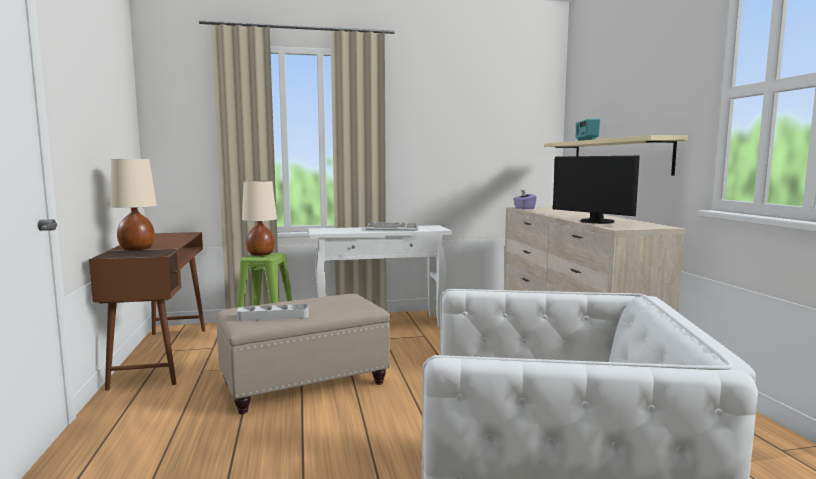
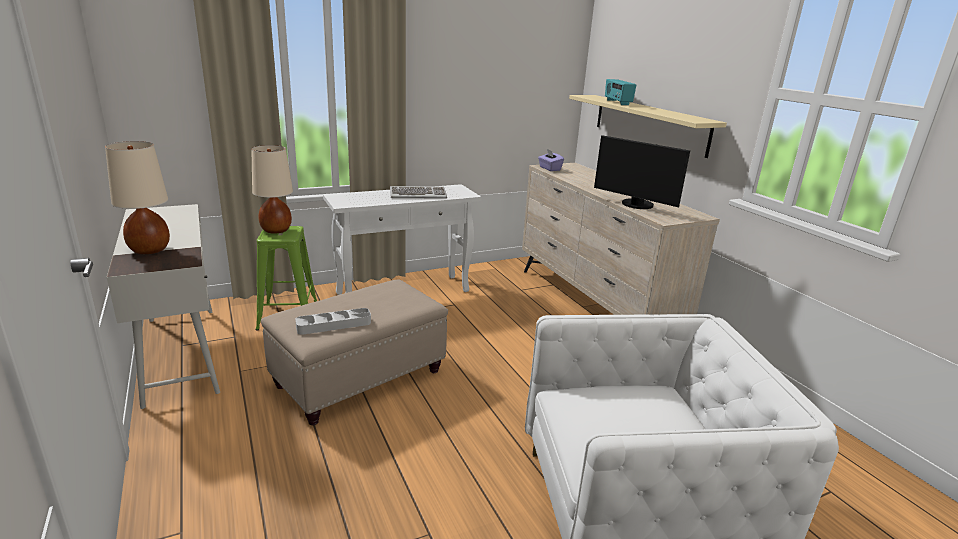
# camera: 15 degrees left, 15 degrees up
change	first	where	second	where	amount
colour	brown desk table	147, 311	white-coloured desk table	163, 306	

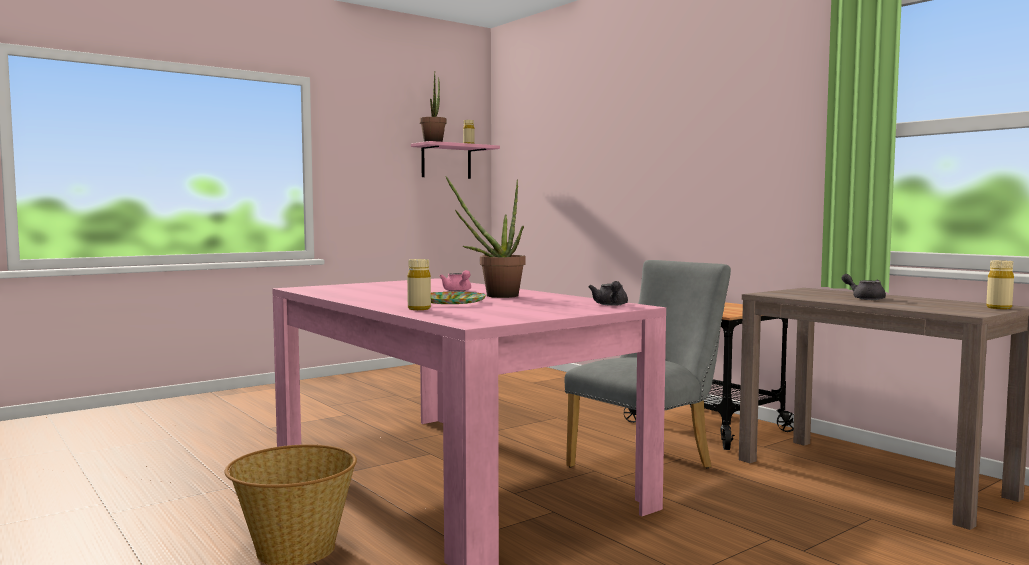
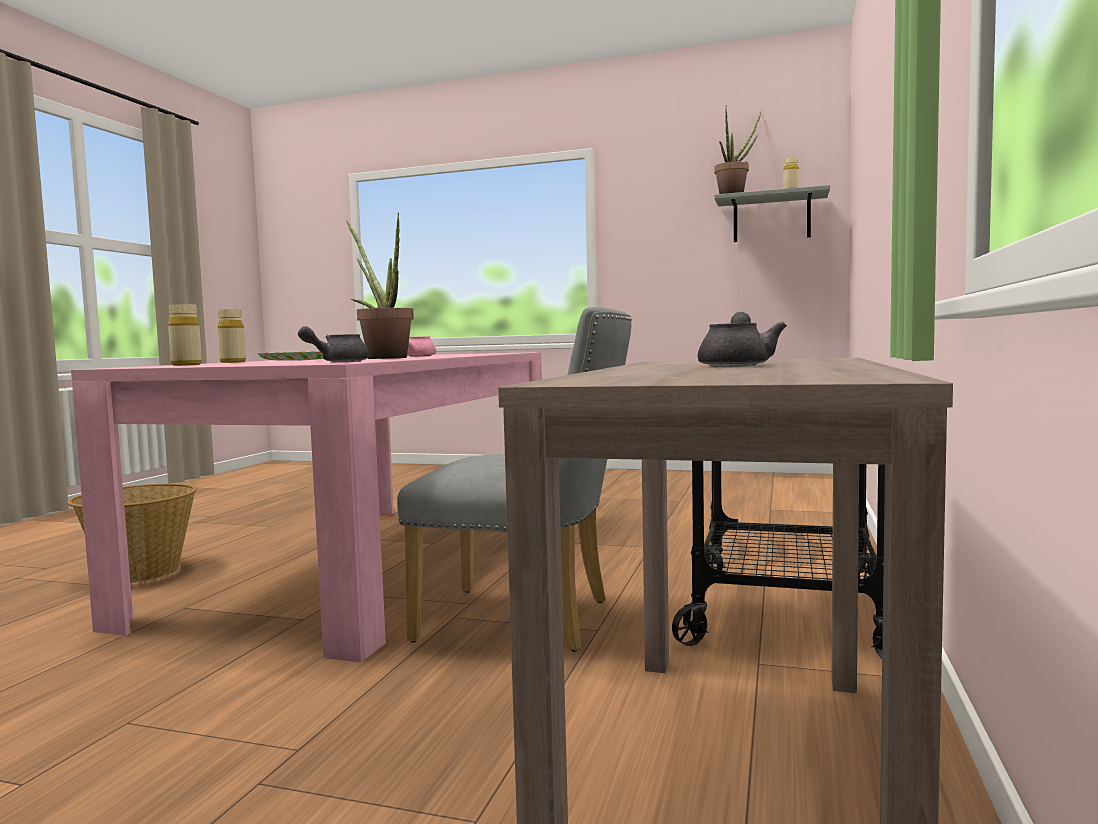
# camera: 55 degrees right, 0 degrees up
change	first	where	second	where	amount
relocated	beige beverage bottle	1000, 284		185, 335	
colour	pink-coloured shelf	455, 160	greyish shelf	772, 213	

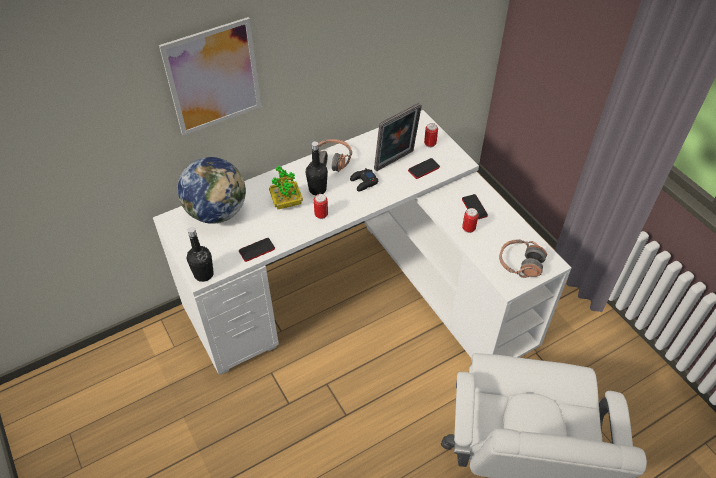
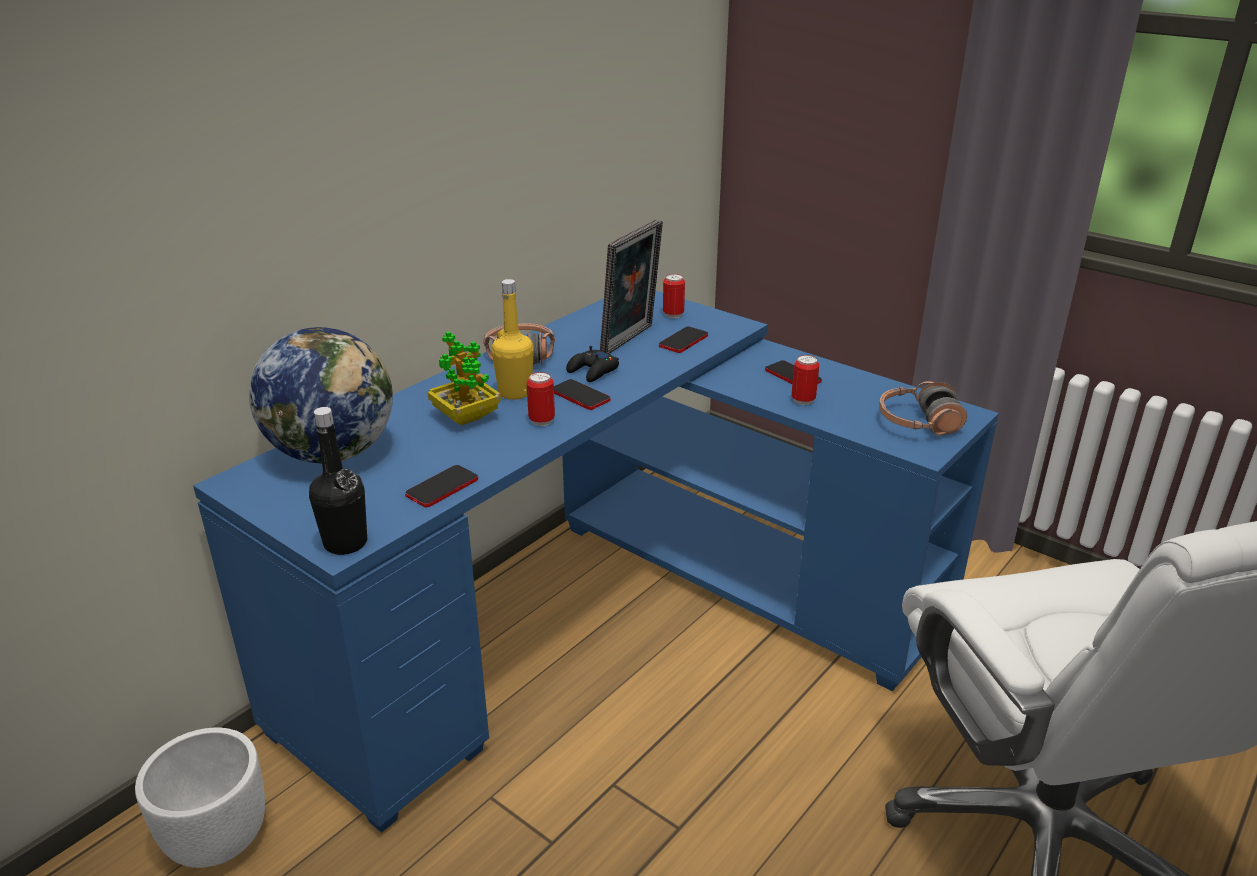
# camera: 20 degrees left, 20 degrees down
change	first	where	second	where	amount
missing	picture	210, 76			
appeared			white-coloured plant pot	200, 798	
appeared			handset	582, 394	
colour	white-coloured desk table	362, 242	blue desk table	596, 561	
colour	black beverage bottle	317, 168	yellowish beverage bottle	512, 339	

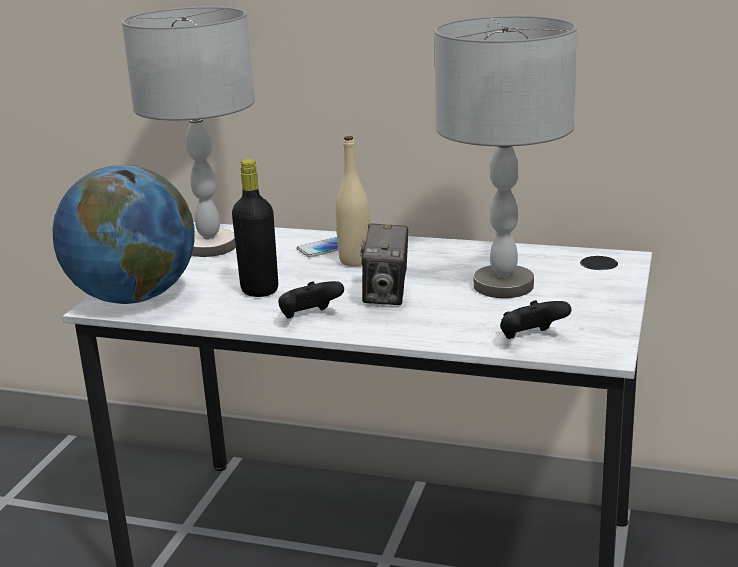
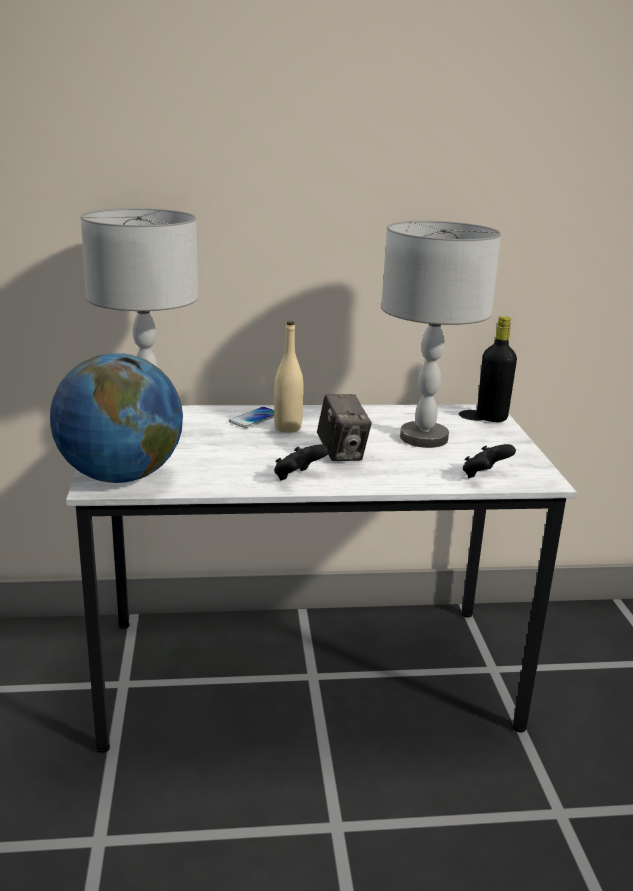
# camera: 25 degrees left, 0 degrees up
change	first	where	second	where	amount
relocated	black beverage bottle	255, 228		497, 369	

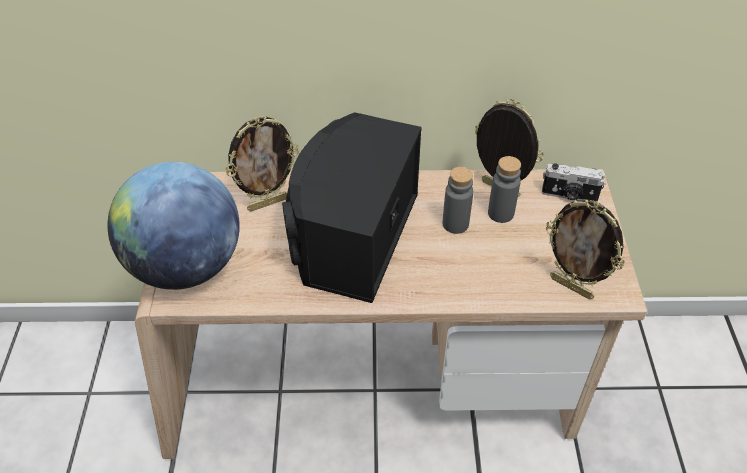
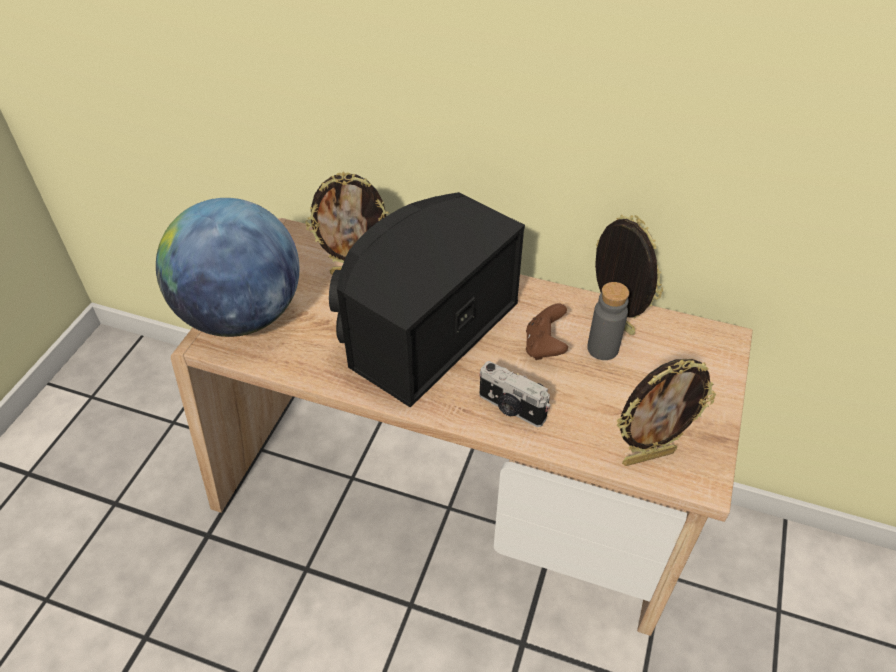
# camera: 20 degrees right, 0 degrees up
change	first	where	second	where	amount
relocated	photo camera	574, 182		514, 394	
exchanged	greyish beverage bottle	458, 200	brown game controller	547, 331	
spun	photo frame	585, 249		666, 412	75 degrees counterclockwise

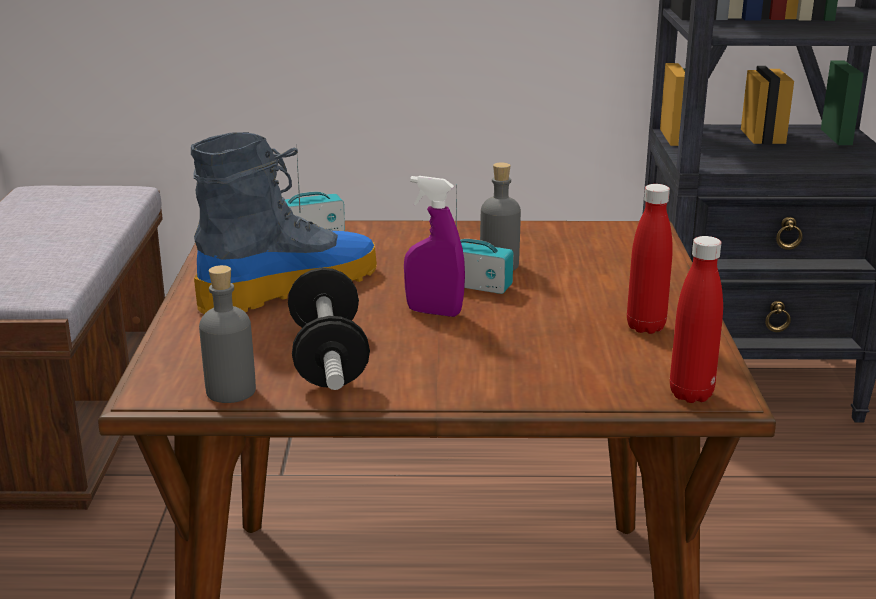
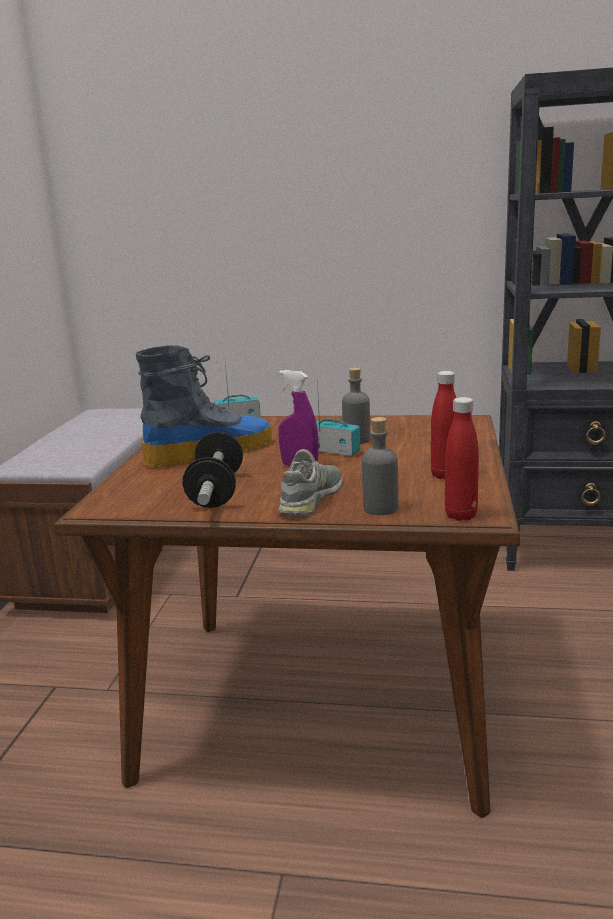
# camera: 10 degrees right, 5 degrees down
change	first	where	second	where	amount
appeared			greyish shoe	310, 482	
relocated	greyish beverage bottle	227, 334		380, 466	

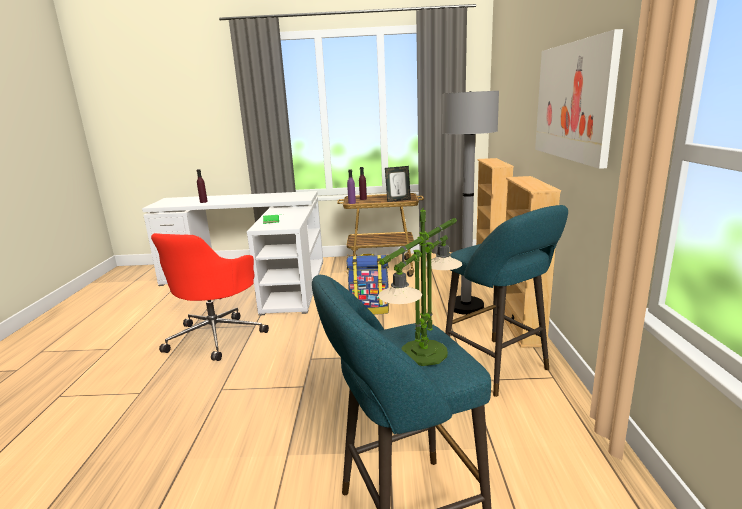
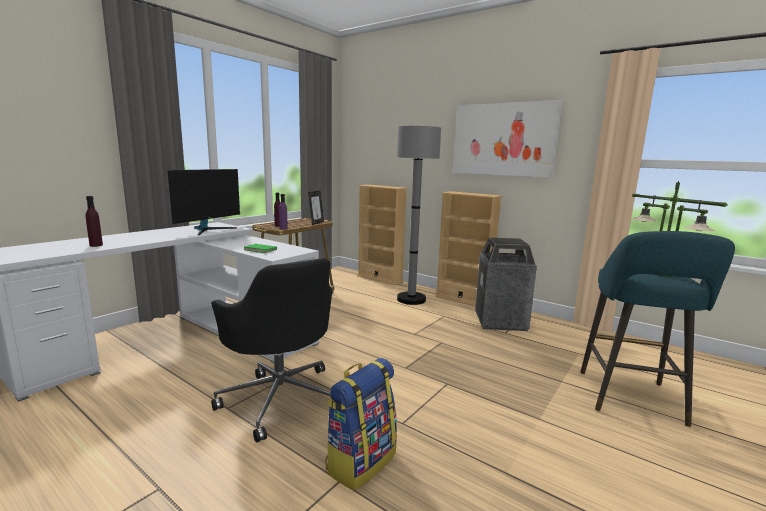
# camera: 55 degrees left, 5 degrees down
change	first	where	second	where	amount
appeared			monitor	203, 202	
relocated	backpack	367, 284		361, 424	
exchanged	turquoise-coloured stool seat	506, 301	rubbish bin	506, 284	
colour	red computer chair	210, 297	black computer chair	271, 350	

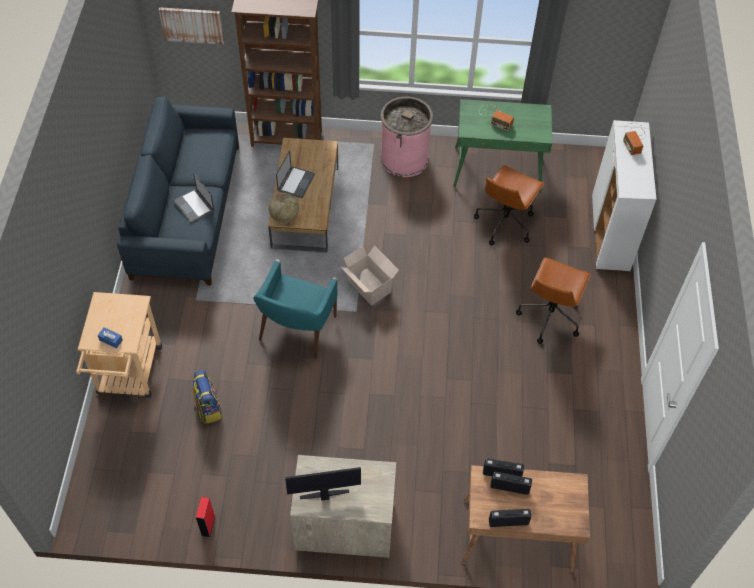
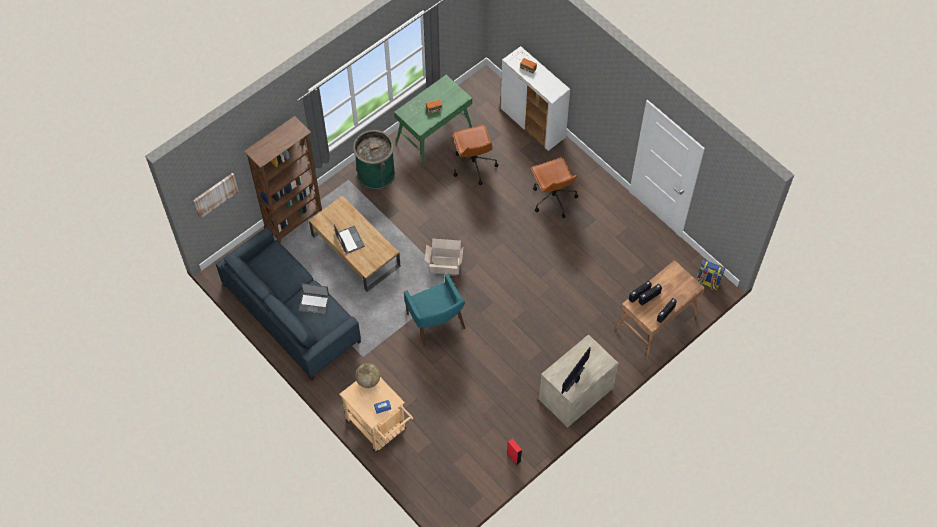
# camera: 45 degrees left, 5 degrees up
change	first	where	second	where	amount
relocated	backpack	207, 397		711, 275	
relocated	globe	283, 208		367, 375	
colour	pink-coloured rubbish bin	406, 136	green rubbish bin	374, 160	

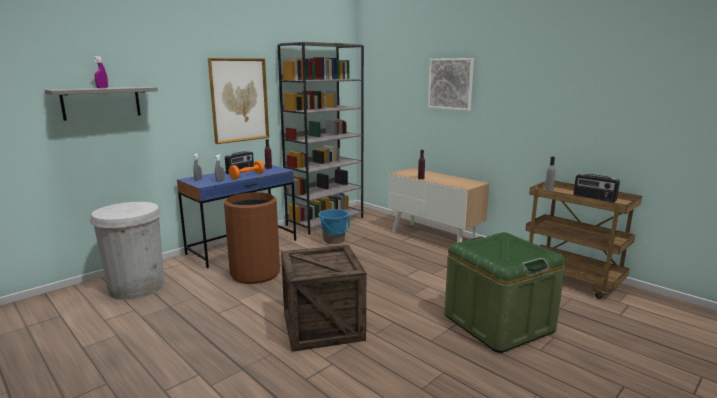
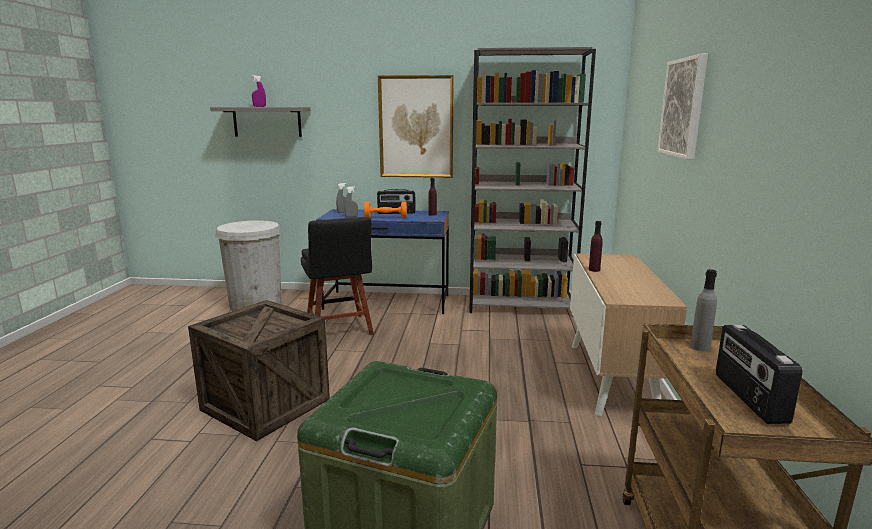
# camera: 50 degrees right, 0 degrees up
change	first	where	second	where	amount
missing	blue pail	334, 226			
exchanged	brown rubbish bin	252, 238	black upright chair	337, 276	

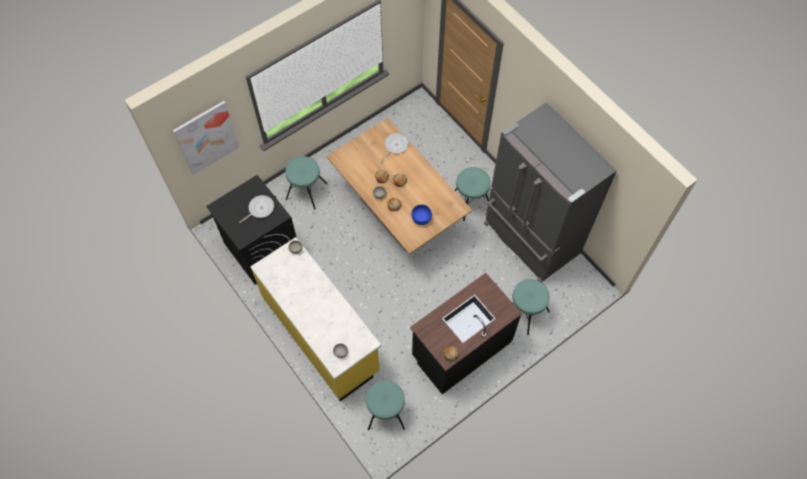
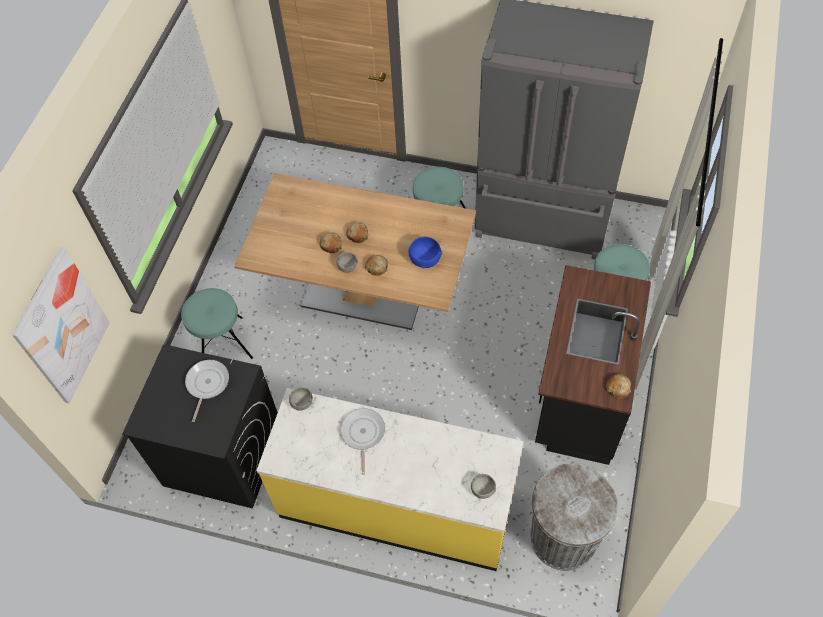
# camera: 35 degrees left, 5 degrees down
change	first	where	second	where	amount
relocated	skillet	395, 147		362, 441	
exchanged	turquoise-coloured stool seat	385, 405	greyish rubbish bin	574, 517	

